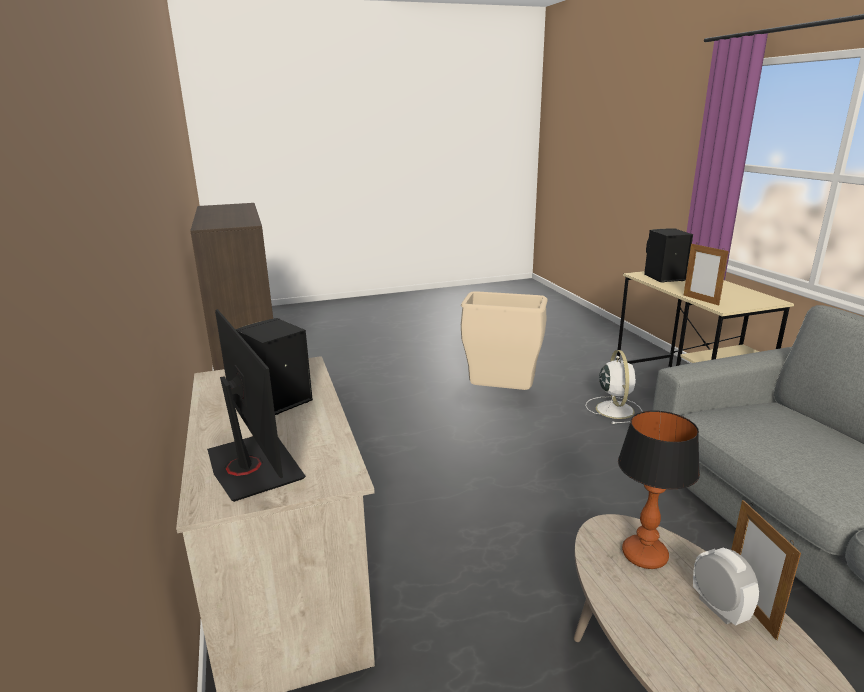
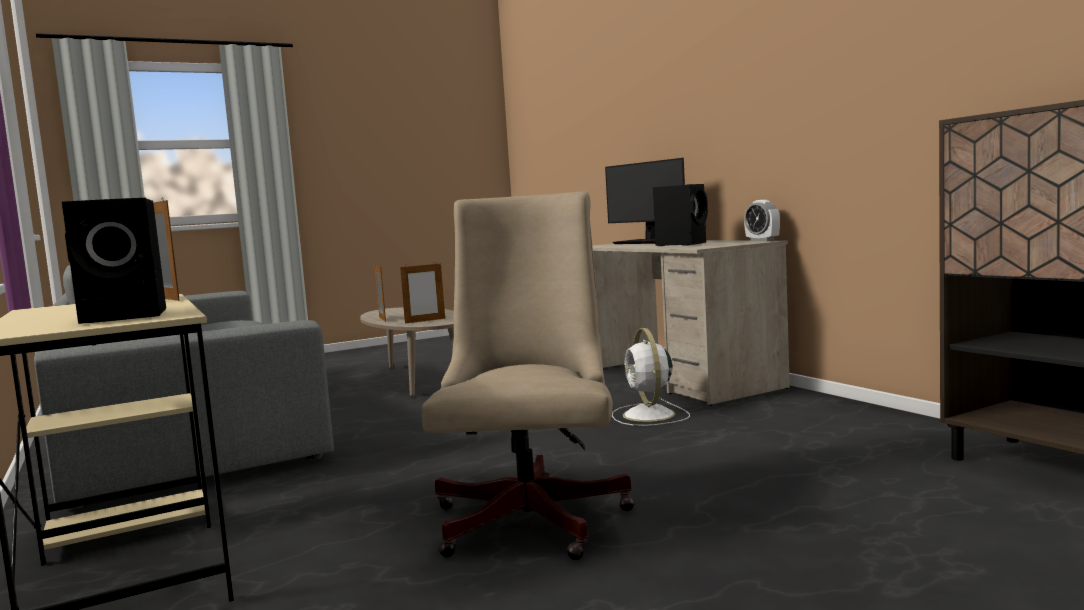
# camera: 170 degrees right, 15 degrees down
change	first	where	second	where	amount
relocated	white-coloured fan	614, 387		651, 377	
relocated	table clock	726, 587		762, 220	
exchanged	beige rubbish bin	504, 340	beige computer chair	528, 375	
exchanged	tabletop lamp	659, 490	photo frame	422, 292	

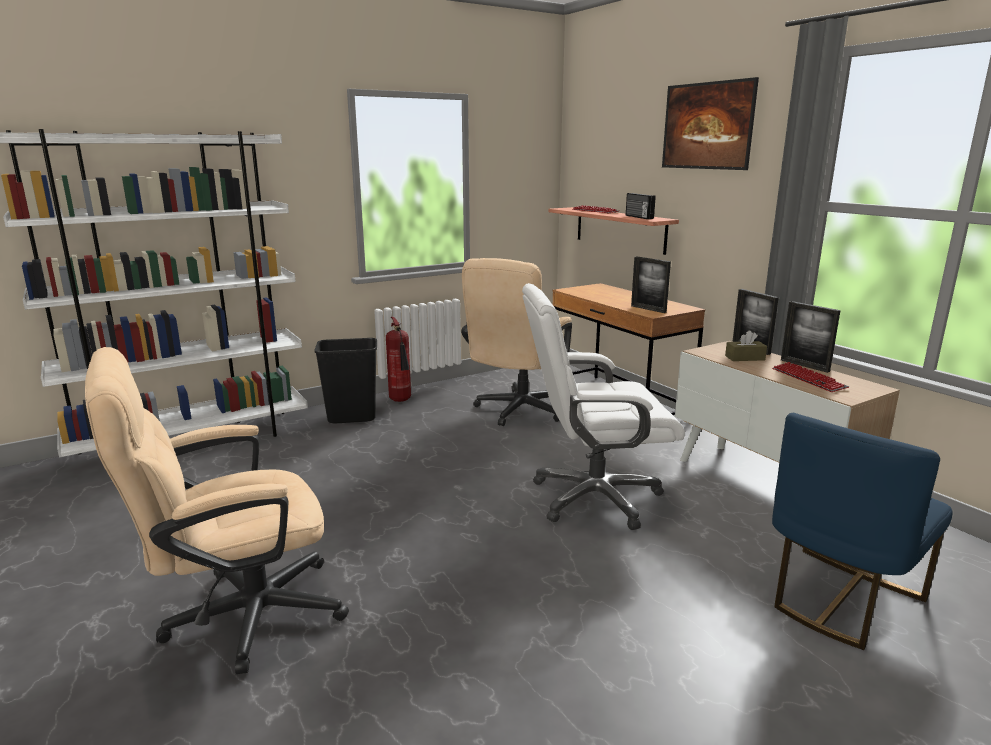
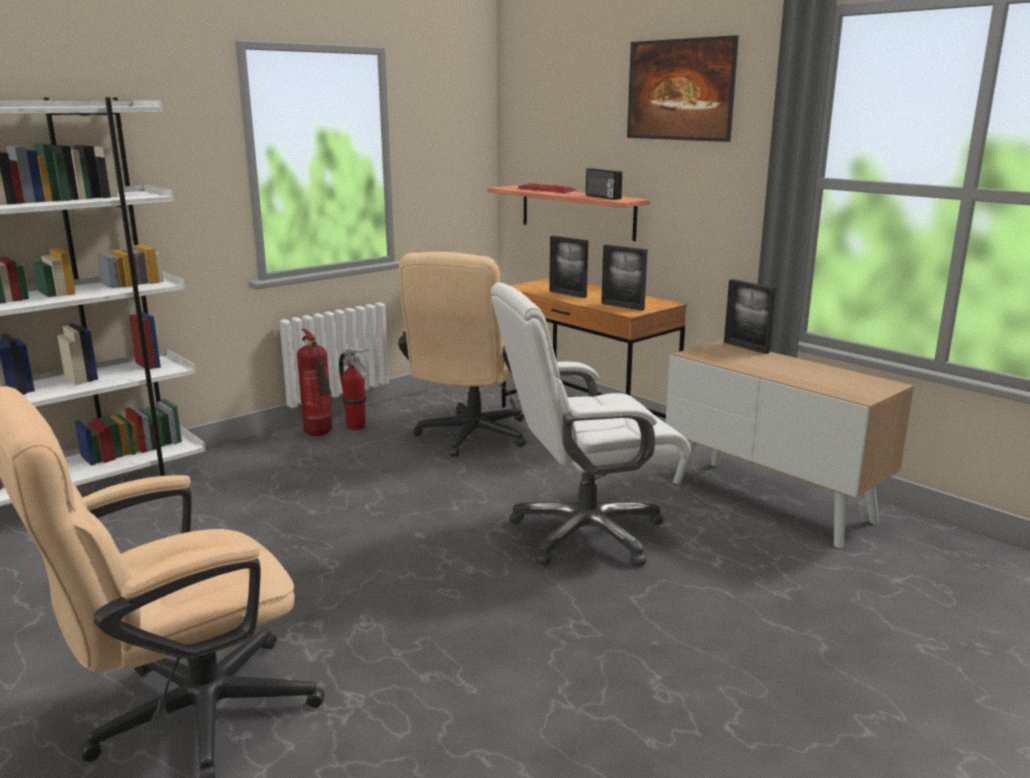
# camera: 10 degrees left, 0 degrees up
change	first	where	second	where	amount
missing	black rubbish bin	346, 380			
missing	brown box of tissues	746, 345			
missing	PC keyboard	810, 377			
missing	blue upright chair	862, 531			
appeared			fire-fighting cylinder	354, 389	
relocated	photo frame	811, 337		568, 267	

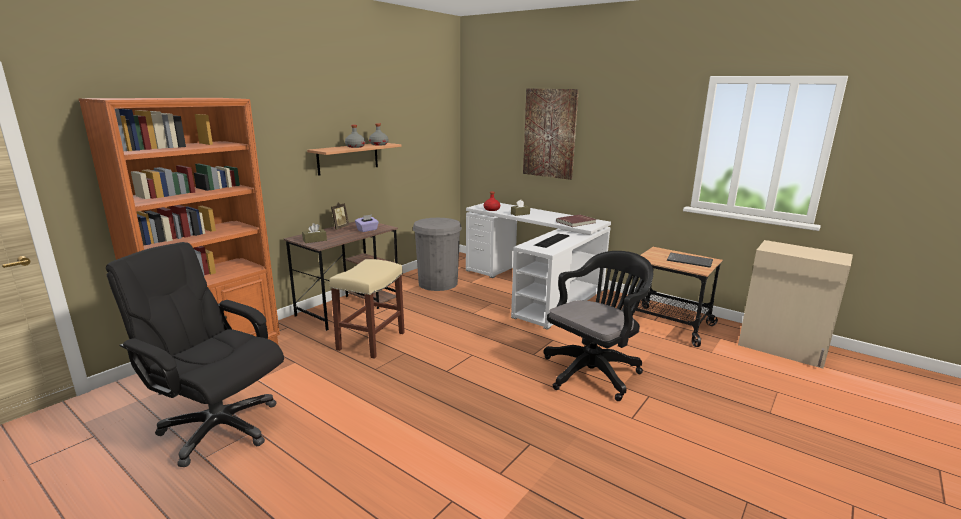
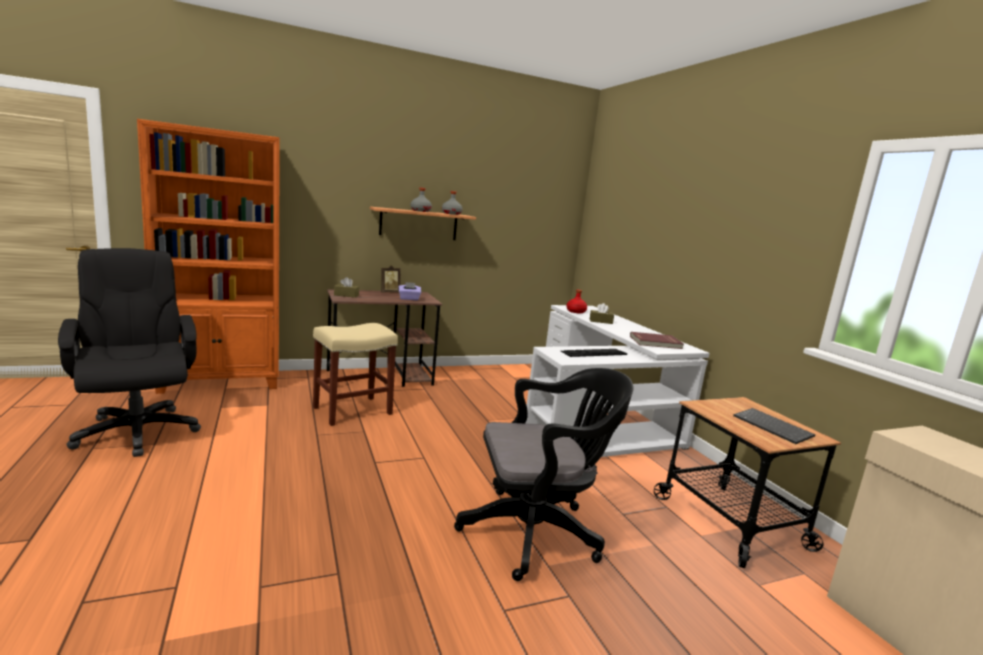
# camera: 30 degrees right, 5 degrees down
change	first	where	second	where	amount
missing	greyish rubbish bin	437, 254			
missing	picture	551, 134			

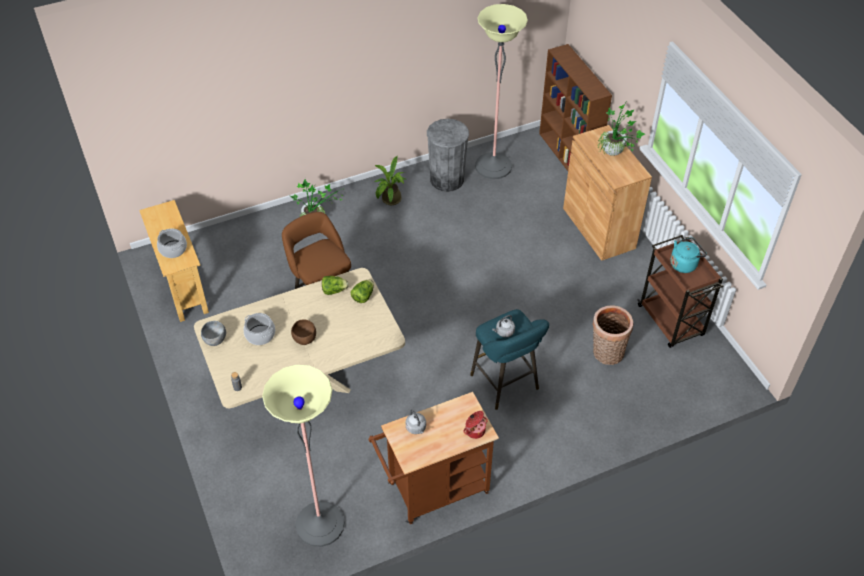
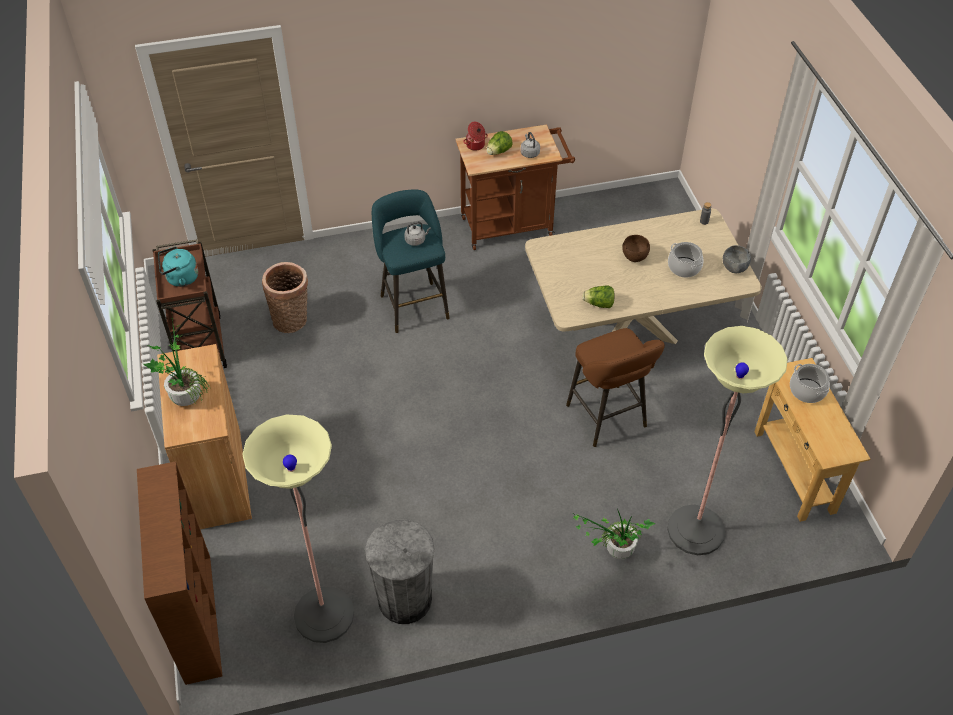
# camera: 170 degrees left, 0 degrees up
change	first	where	second	where	amount
missing	potted plant	390, 180			
relocated	standard lamp	303, 456		727, 440	
relocated	head of lettuce	362, 291		499, 143	

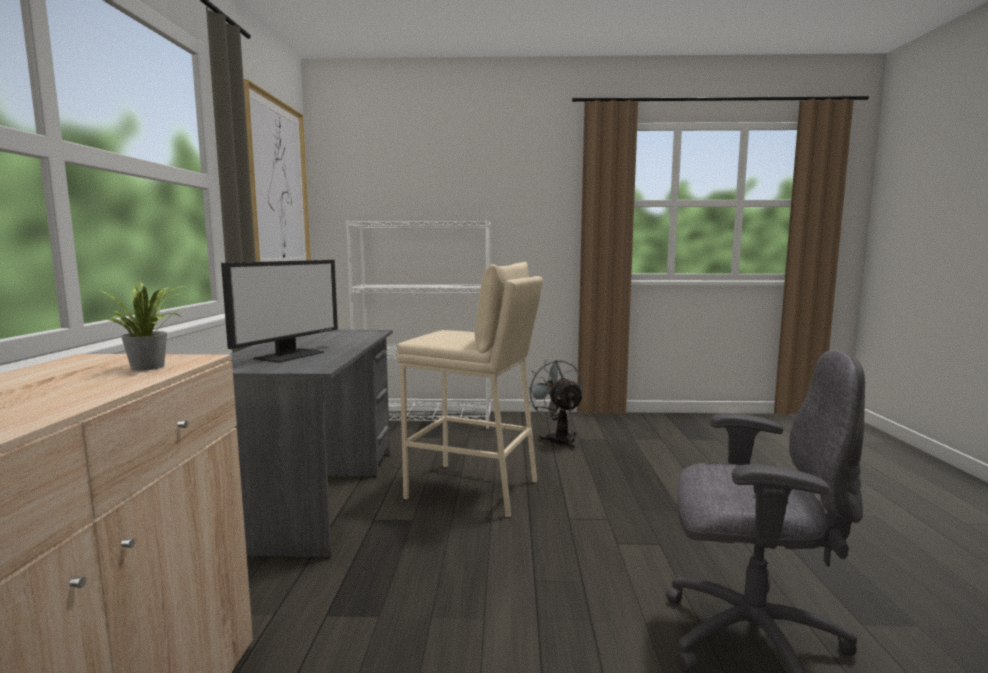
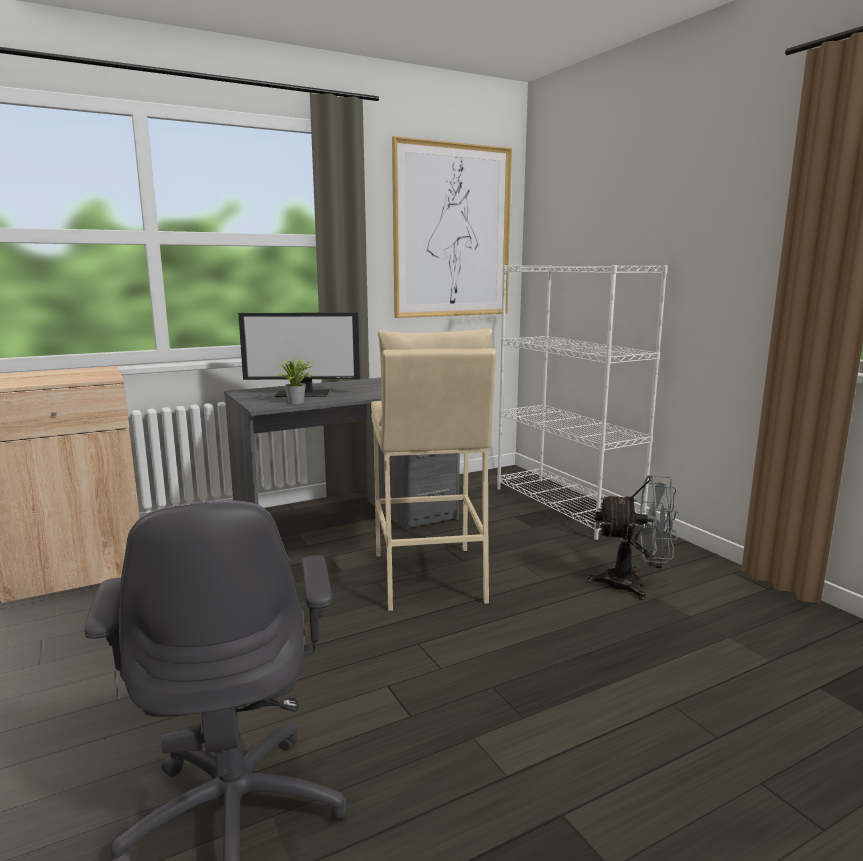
# camera: 60 degrees right, 5 degrees up
change	first	where	second	where	amount
relocated	potted plant	142, 325		295, 380	
spun	greyish fan	556, 405		633, 537	60 degrees clockwise

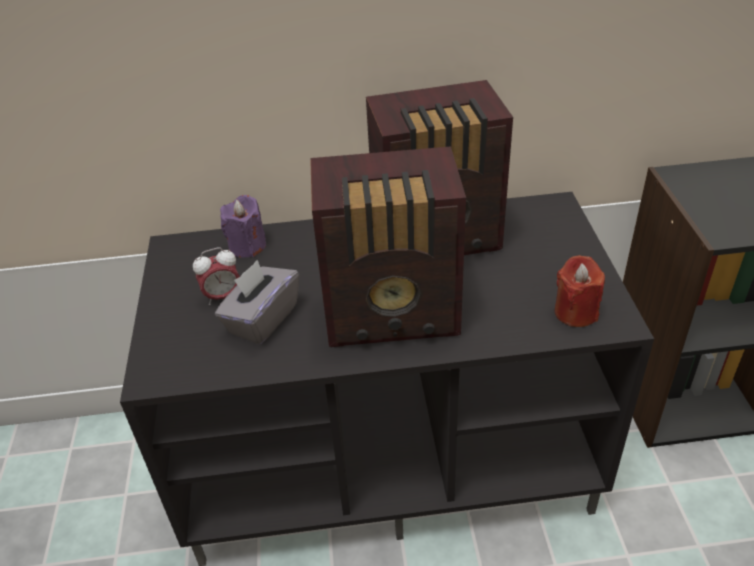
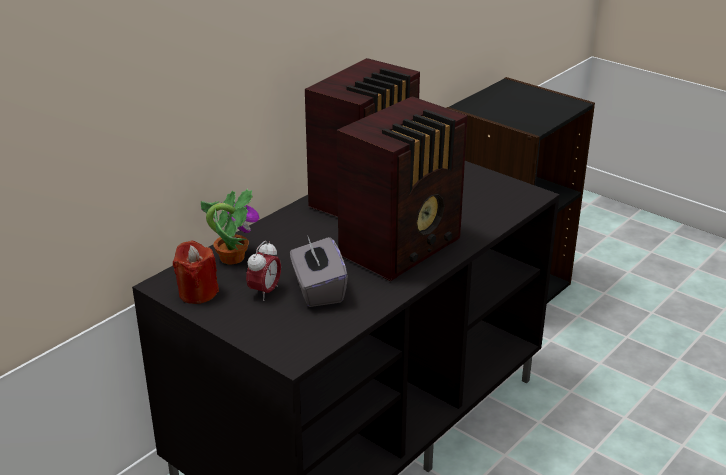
# camera: 45 degrees left, 10 degrees down
change	first	where	second	where	amount
relocated	red wax light	580, 291		196, 272	
exchanged	purplish wax light	243, 226	potted plant	230, 227	

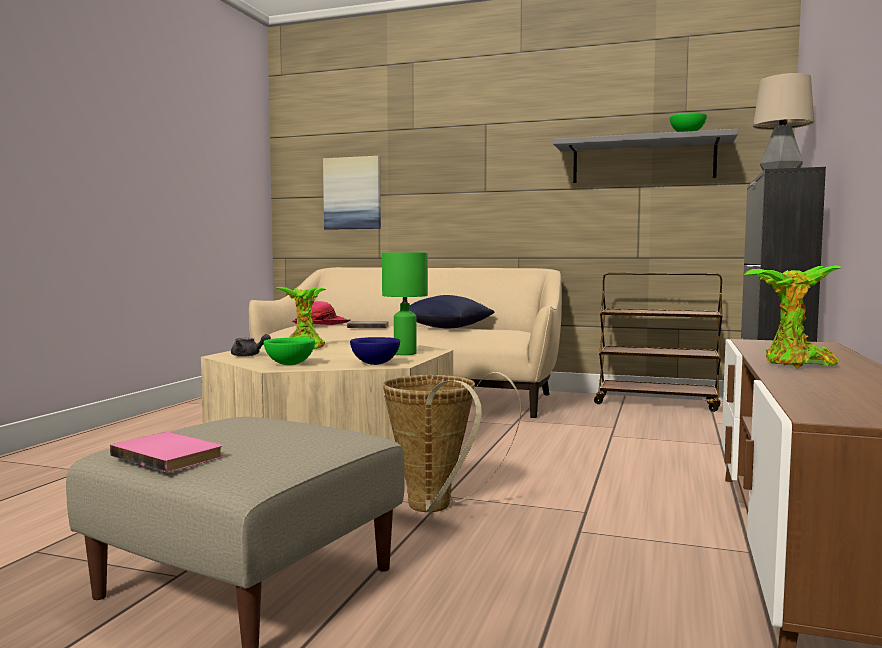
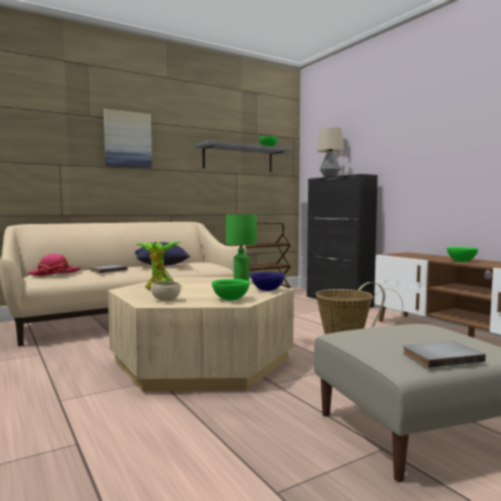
# camera: 50 degrees left, 0 degrees up
change	first	where	second	where	amount
relocated	picture	352, 193		128, 138	
exchanged	greyish teapot	251, 345	beige serving bowl	166, 291	
exchanged	potted plant	793, 316	green serving bowl	462, 254	
colour	pink-coloured book	166, 452	greyish book	444, 355	

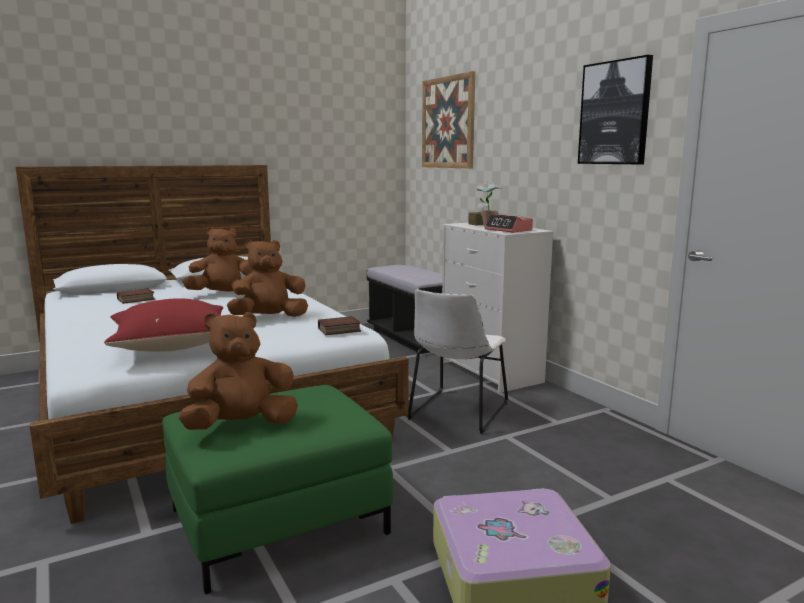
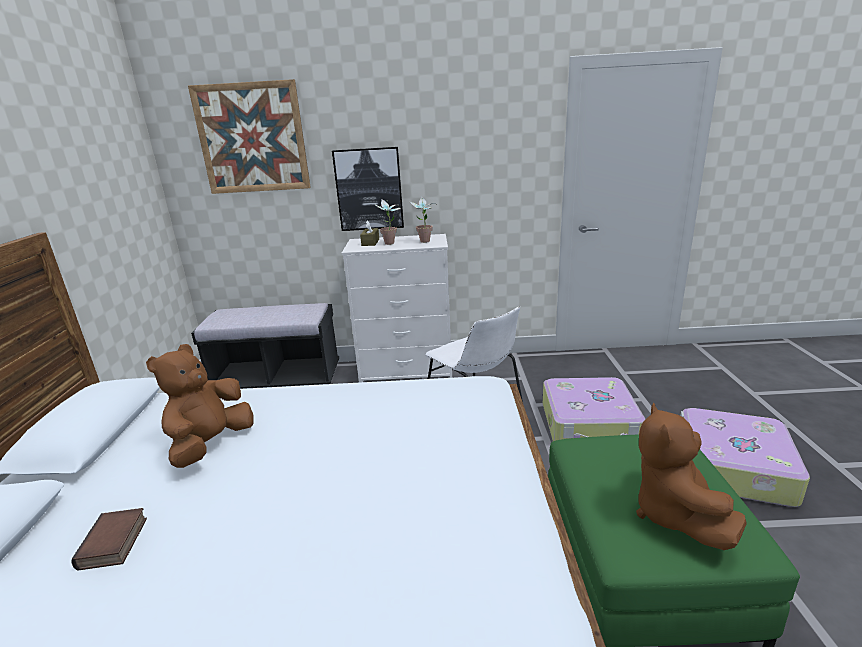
# camera: 60 degrees left, 10 degrees up
change	first	where	second	where	amount
missing	red throw pillow	163, 325			
missing	brown soft toy	267, 278			
missing	book	339, 325			
appeared			piece of luggage	594, 409	
relocated	picture	615, 109		368, 189	
exchanged	table clock	508, 223	potted plant	422, 220	

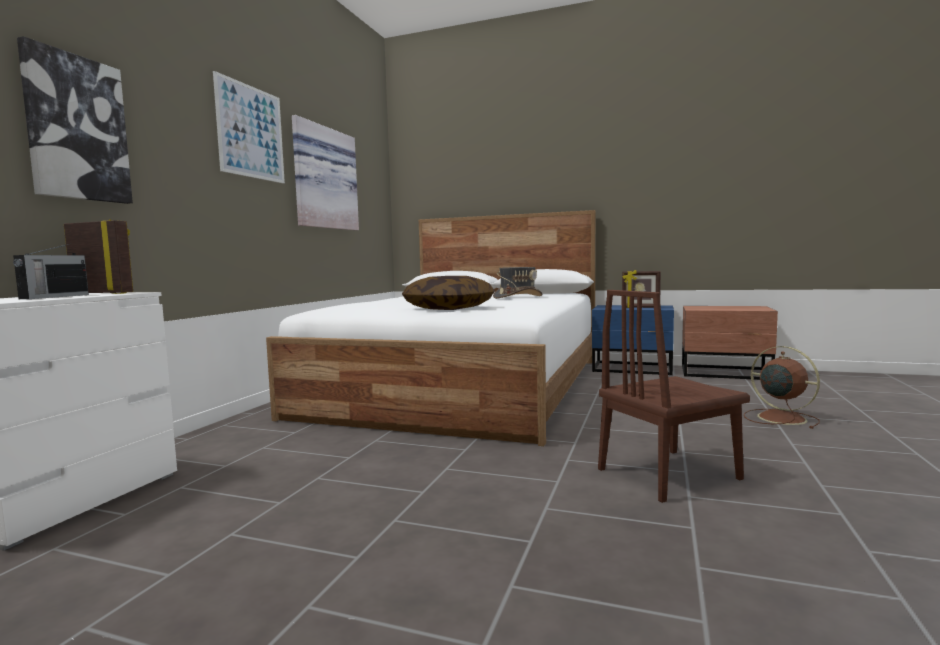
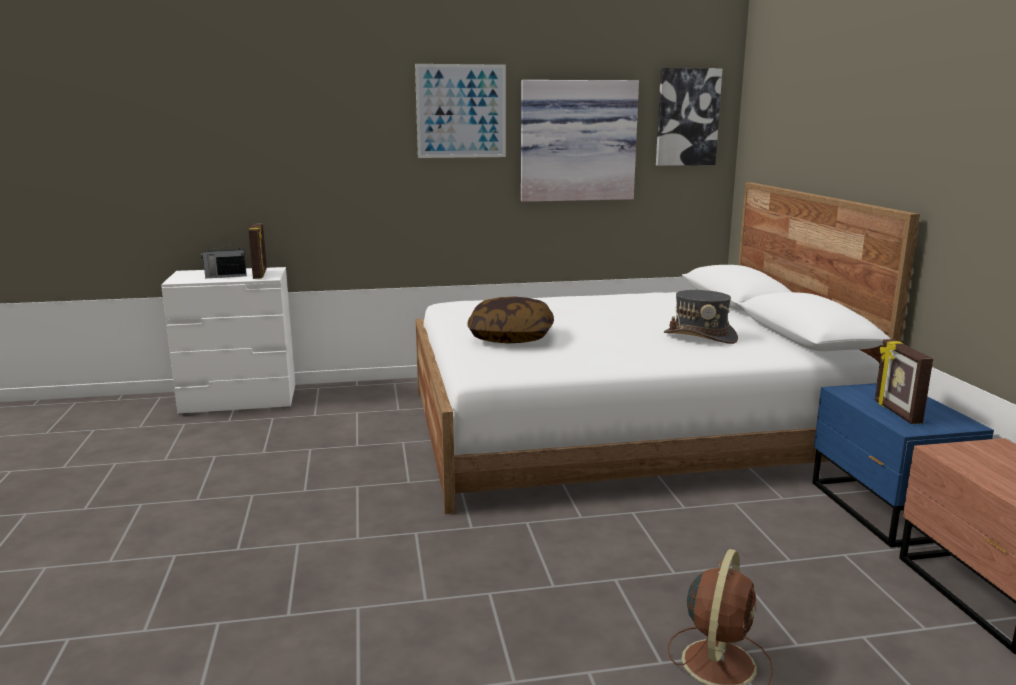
# camera: 60 degrees right, 10 degrees up
change	first	where	second	where	amount
missing	brown upright chair	674, 396			
relocated	picture	75, 120		689, 117	

